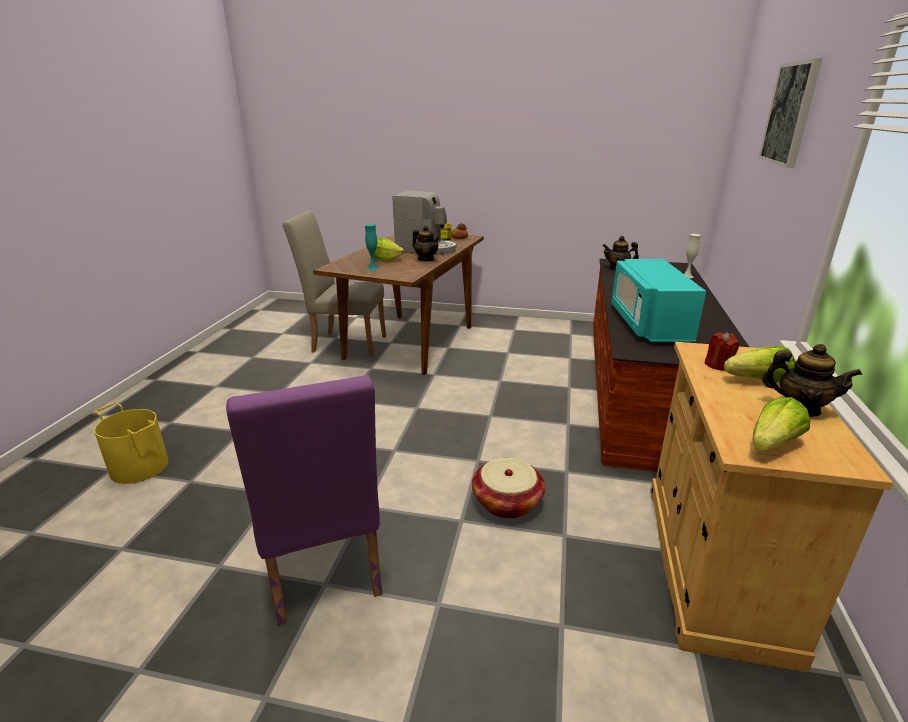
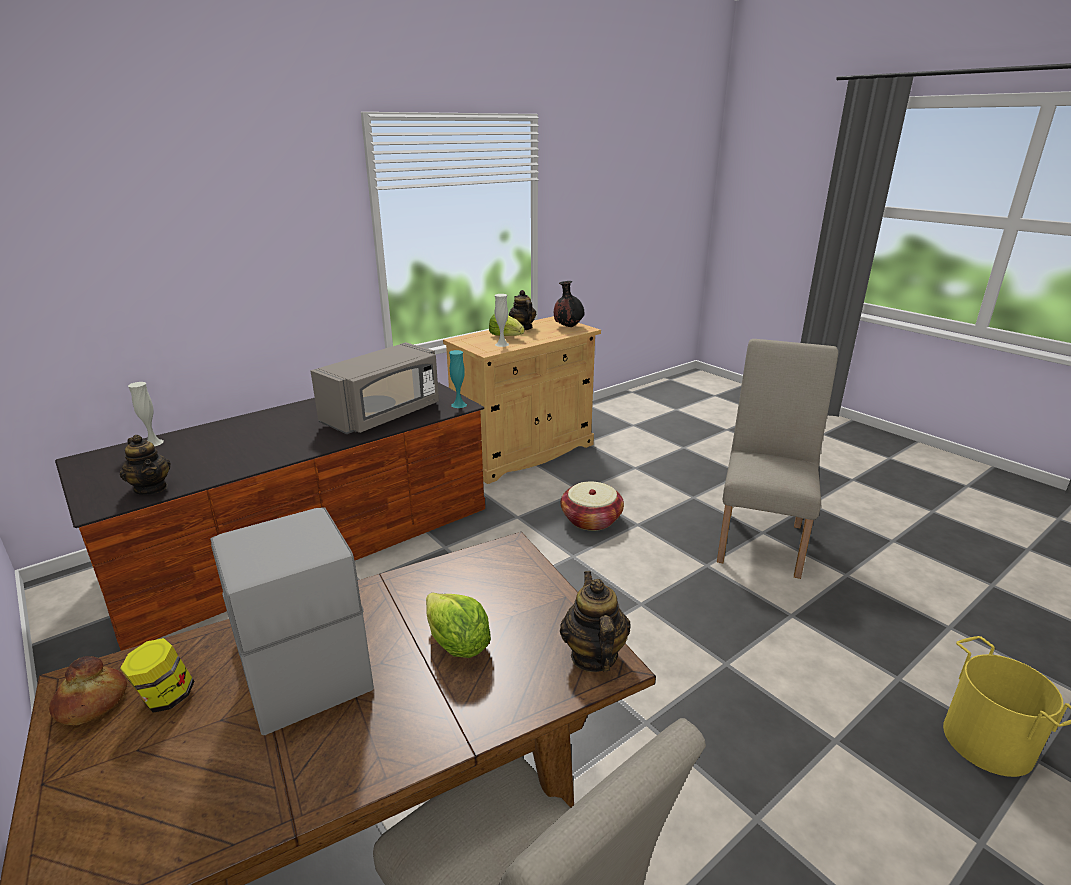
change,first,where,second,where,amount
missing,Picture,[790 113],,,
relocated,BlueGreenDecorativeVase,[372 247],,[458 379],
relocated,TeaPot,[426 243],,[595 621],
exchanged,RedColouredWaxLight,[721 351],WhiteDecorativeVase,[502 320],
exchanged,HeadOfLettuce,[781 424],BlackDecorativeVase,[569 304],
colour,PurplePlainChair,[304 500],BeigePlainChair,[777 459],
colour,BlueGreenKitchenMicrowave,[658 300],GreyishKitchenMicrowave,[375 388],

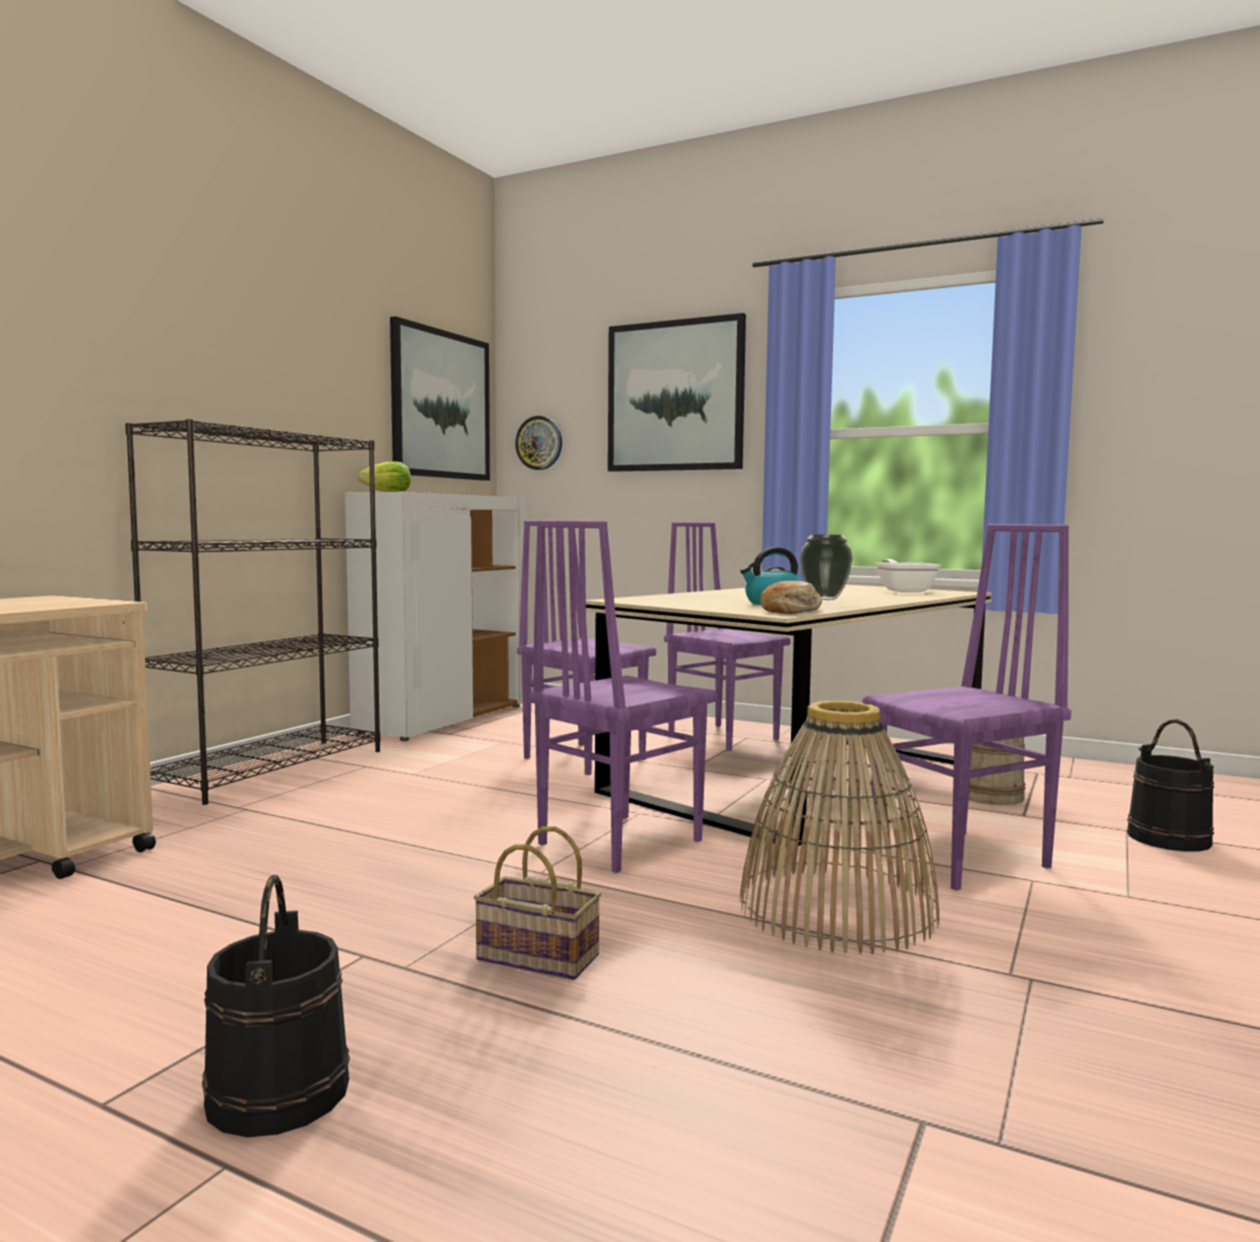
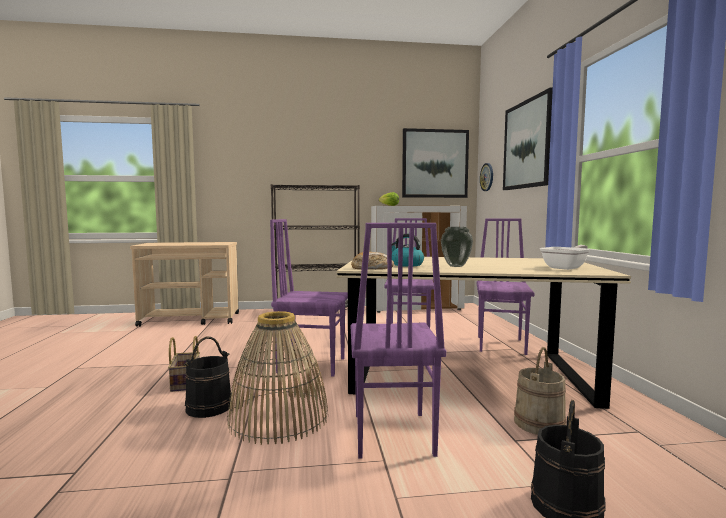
change,first,where,second,where,amount
relocated,BlackPail,[276 1006],,[207 377],
spun,PurplePlainChair,[966 707],,[398 341],60 degrees clockwise

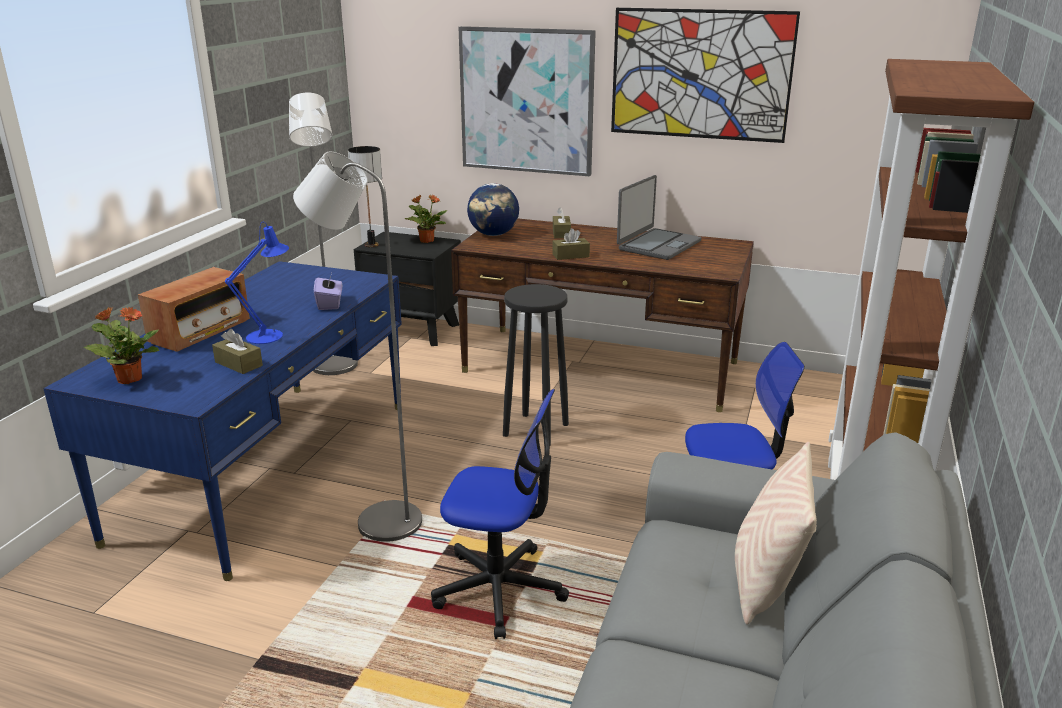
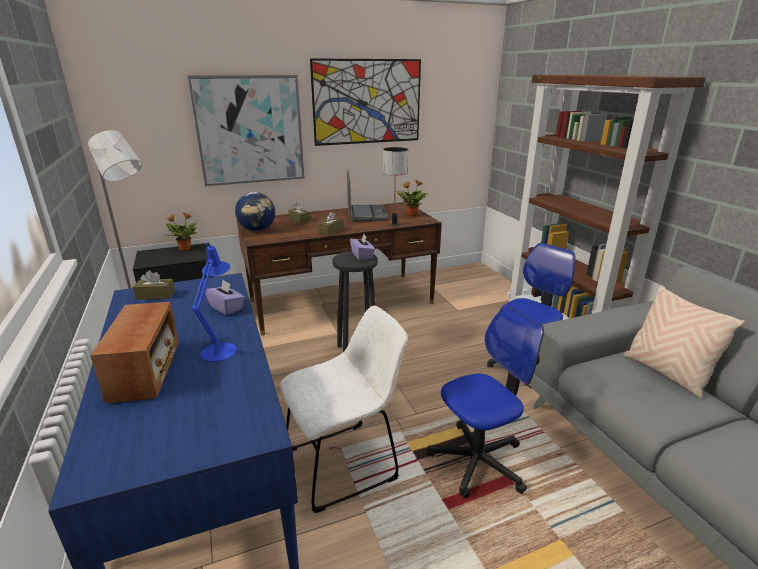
change,first,where,second,where,amount
appeared,,,PurpleTissueHolder,[362 247],
relocated,Houseplant,[121 345],,[413 198],
relocated,BrownColouredTissueHolder,[237 351],,[154 285],
relocated,LampForATable,[365 196],,[395 186],
exchanged,GreyishStandingLamp,[357 347],WhitePlainChair,[344 409],

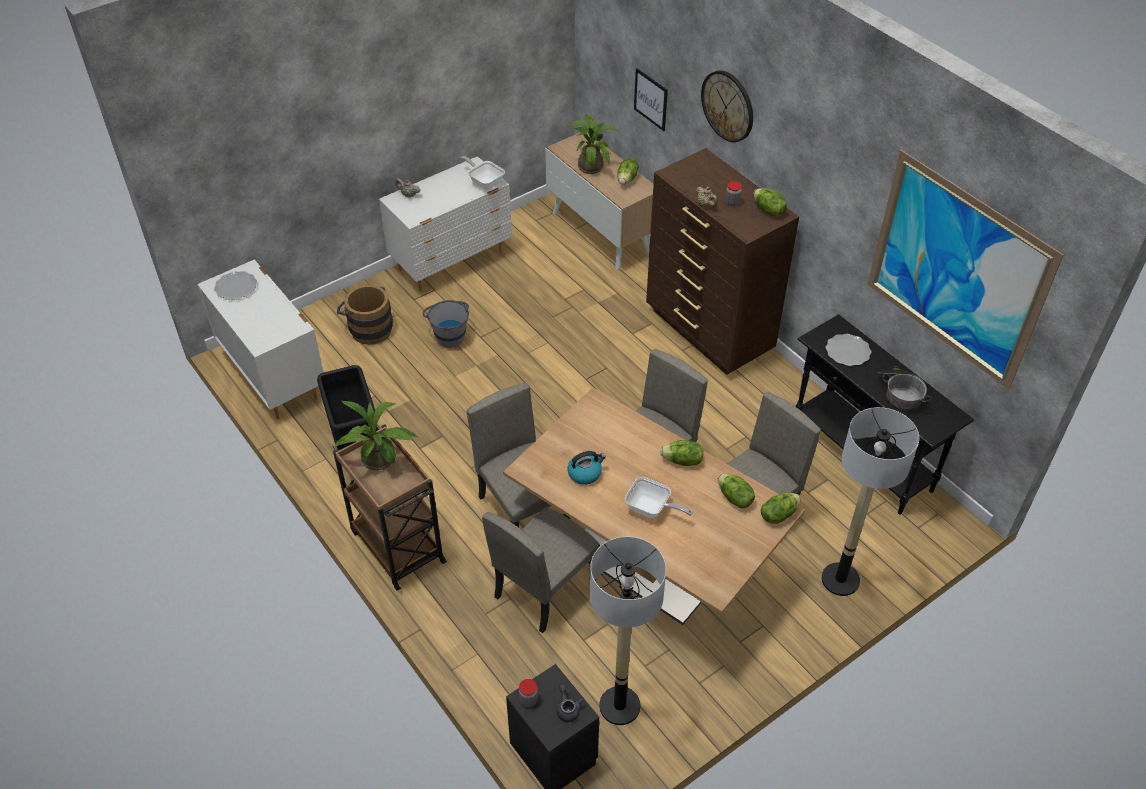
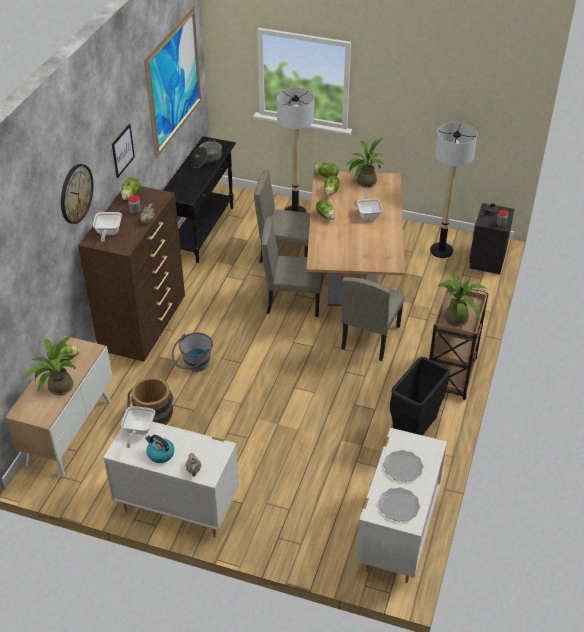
change,first,where,second,where,amount
missing,BeigePlainChair,[541 570],,,
appeared,,,Skillet,[107 227],
appeared,,,Houseplant,[365 162],
relocated,BrownColouredPail,[365 315],,[150 401],
relocated,GreyishPail,[445 324],,[192 352],
relocated,WaterKettle,[586 468],,[159 449],
relocated,Picture,[651 99],,[123 151],
relocated,Plate,[848 350],,[403 466],

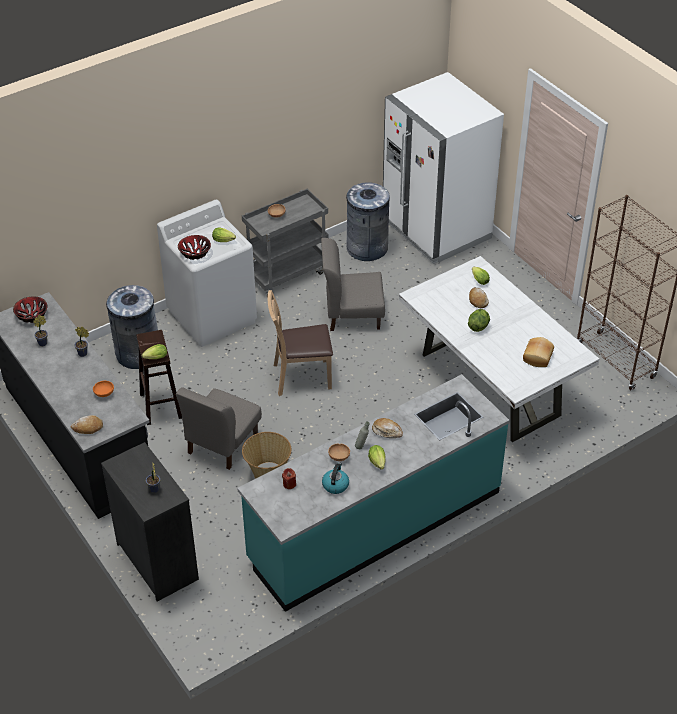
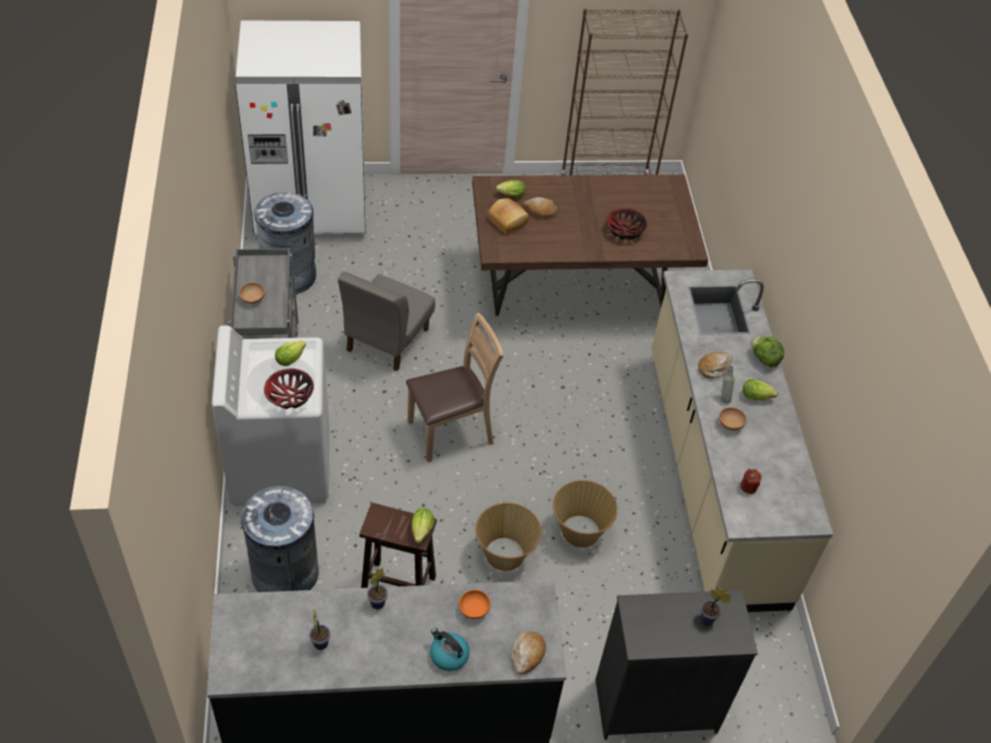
change,first,where,second,where,amount
relocated,Bowl,[30 309],,[626 224],
relocated,WaterKettle,[335 478],,[450 649],
relocated,HeadOfLettuce,[479 320],,[767 352],
relocated,Bread,[538 352],,[508 216],
exchanged,GreyishPlainChair,[219 428],HouseholdBasket,[508 537],
colour,BlueGreenCounter,[373 493],BeigeCounter,[742 441],
colour,WhiteDinnerTable,[499 349],BrownColouredDinnerTable,[590 245],
spun,BrownColouredPlainChair,[300 343],,[455 387],135 degrees counterclockwise

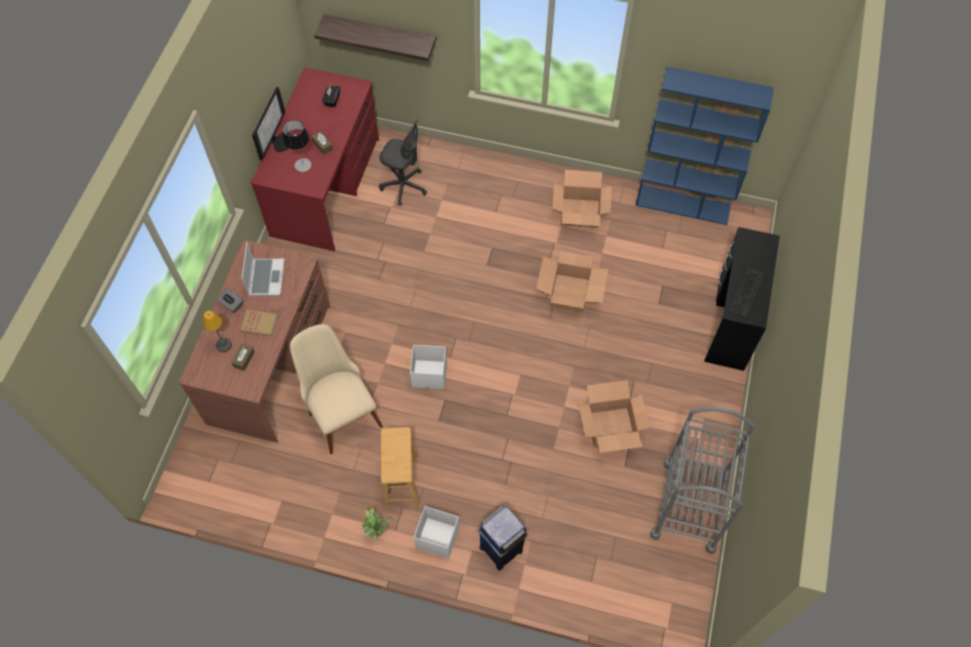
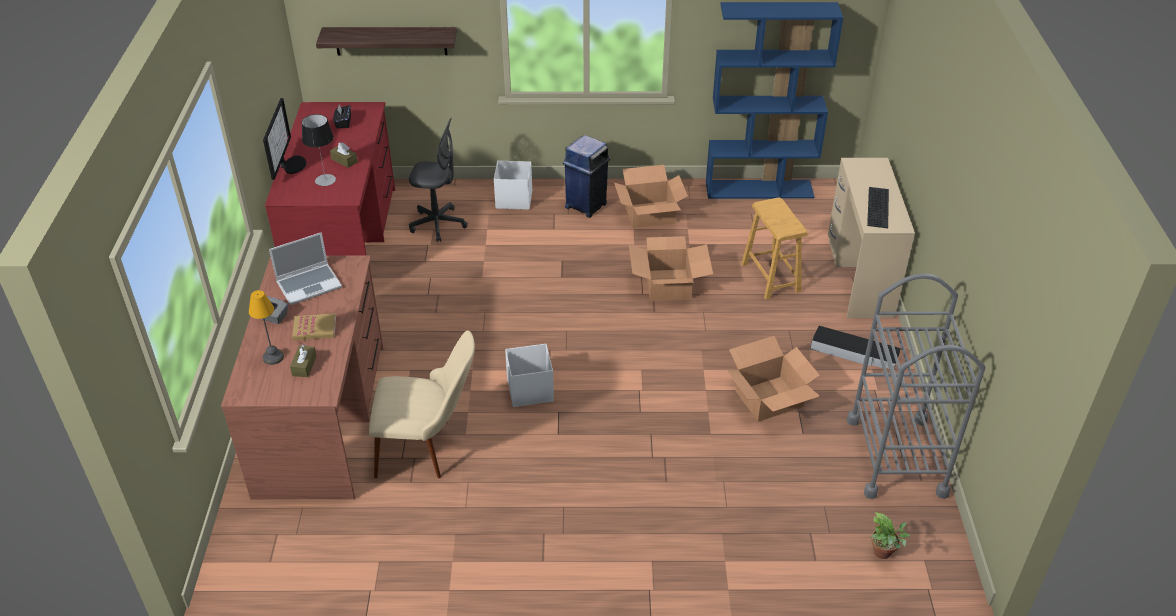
change,first,where,second,where,amount
appeared,,,BlackStorageContainer,[855 347],
relocated,Houseplant,[376 524],,[890 535],
relocated,BrownColouredStoolSeat,[400 467],,[774 248],
relocated,WhiteStorageContainer,[436 532],,[513 185],
relocated,BluishTrashCan,[502 538],,[586 176],
colour,BlackDeskUnit,[742 299],BeigeDeskUnit,[871 238],
spun,PortableComputer,[263 269],,[305 268],75 degrees clockwise
spun,BeigePlainChair,[336 389],,[422 404],135 degrees clockwise

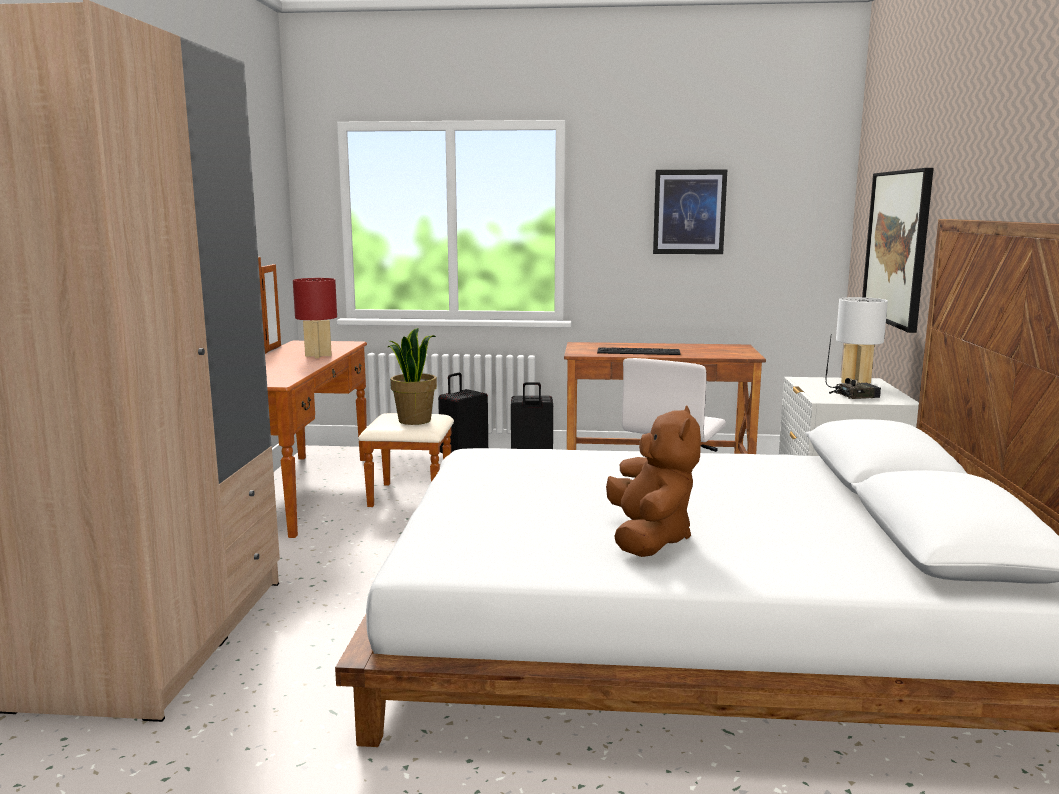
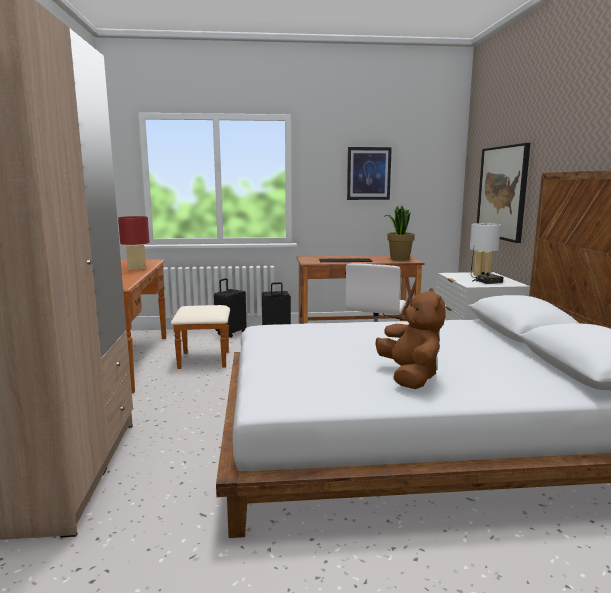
change,first,where,second,where,amount
relocated,Houseplant,[412 376],,[399 233],

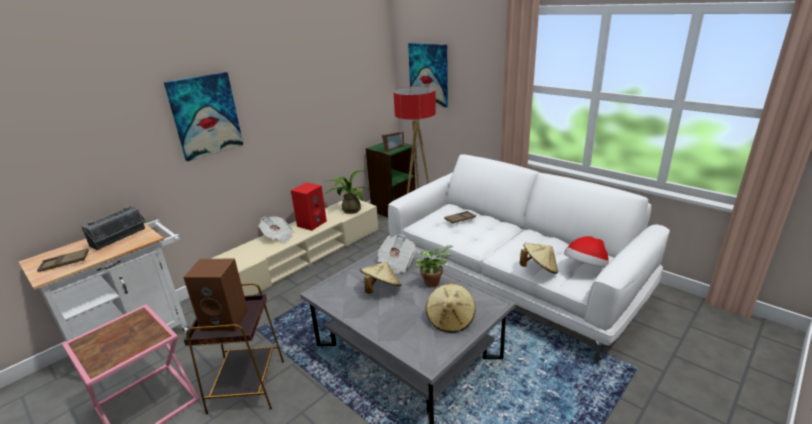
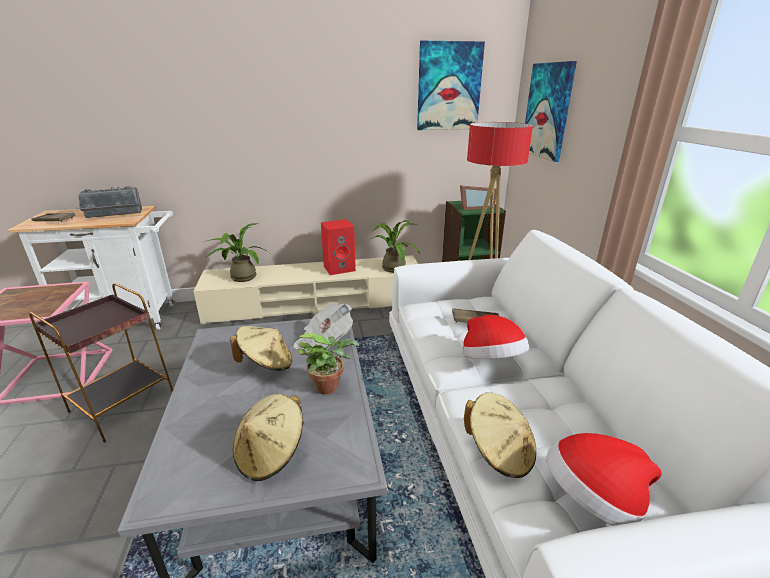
change,first,where,second,where,amount
missing,BrownColouredSpeaker,[215 295],,,
missing,Newspaper,[277 229],,,
appeared,,,Houseplant,[238 252],
appeared,,,WearableHat,[496 337],
relocated,Picture,[203 116],,[451 85],

